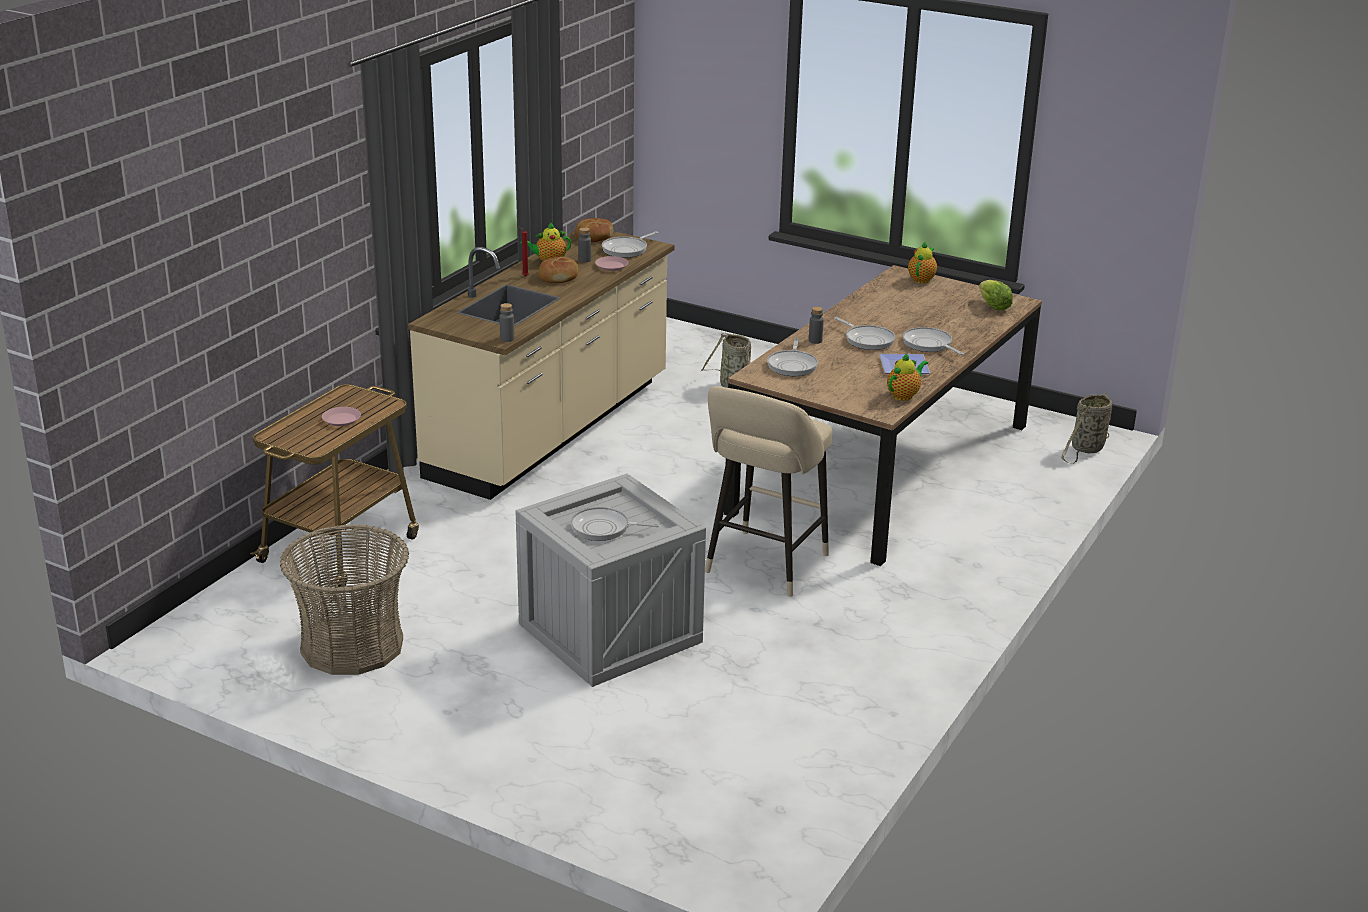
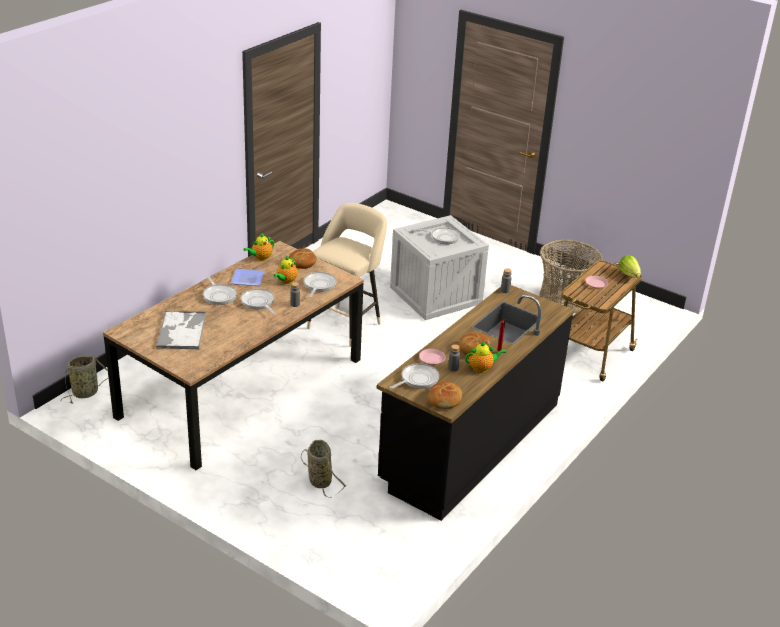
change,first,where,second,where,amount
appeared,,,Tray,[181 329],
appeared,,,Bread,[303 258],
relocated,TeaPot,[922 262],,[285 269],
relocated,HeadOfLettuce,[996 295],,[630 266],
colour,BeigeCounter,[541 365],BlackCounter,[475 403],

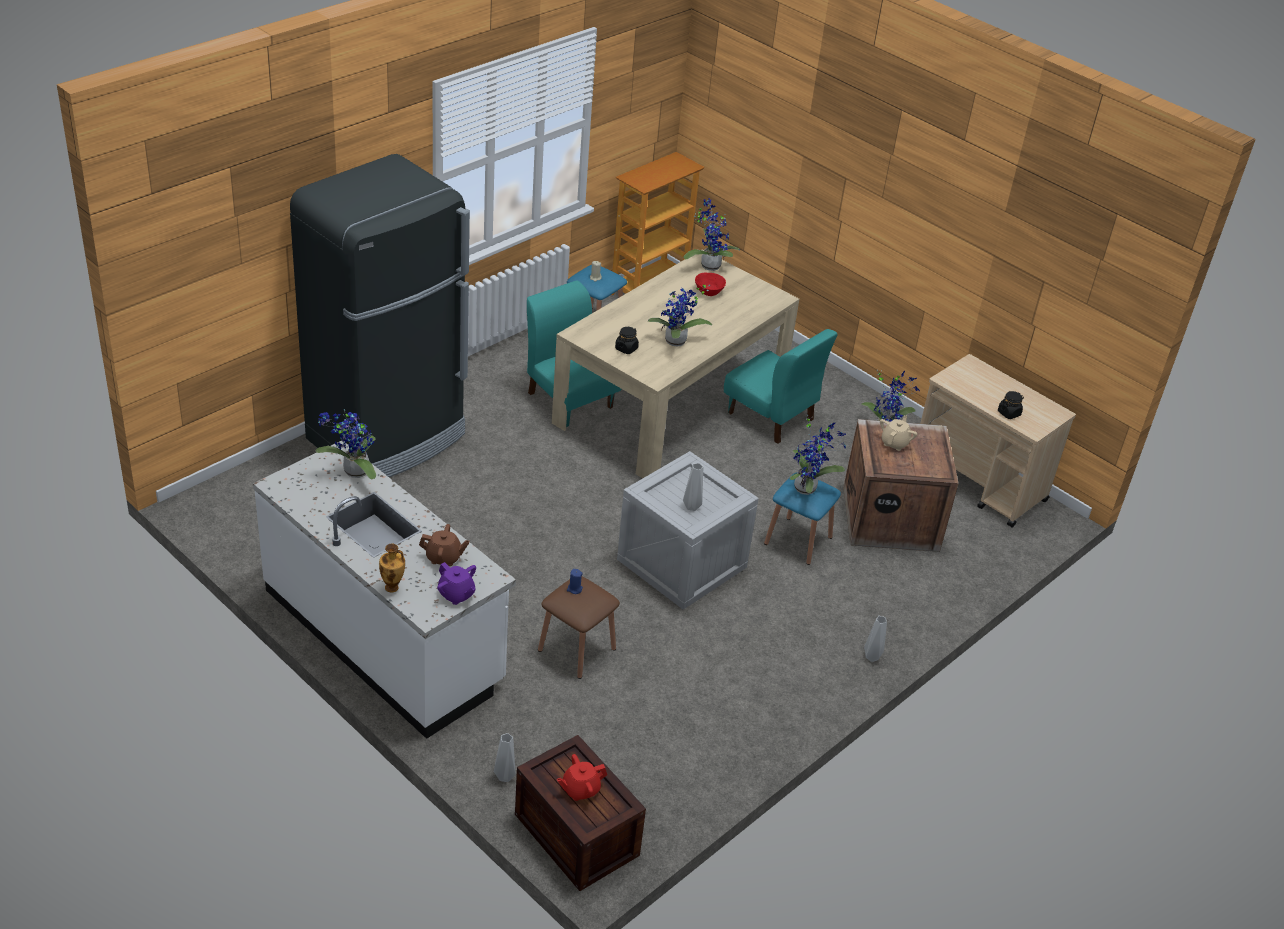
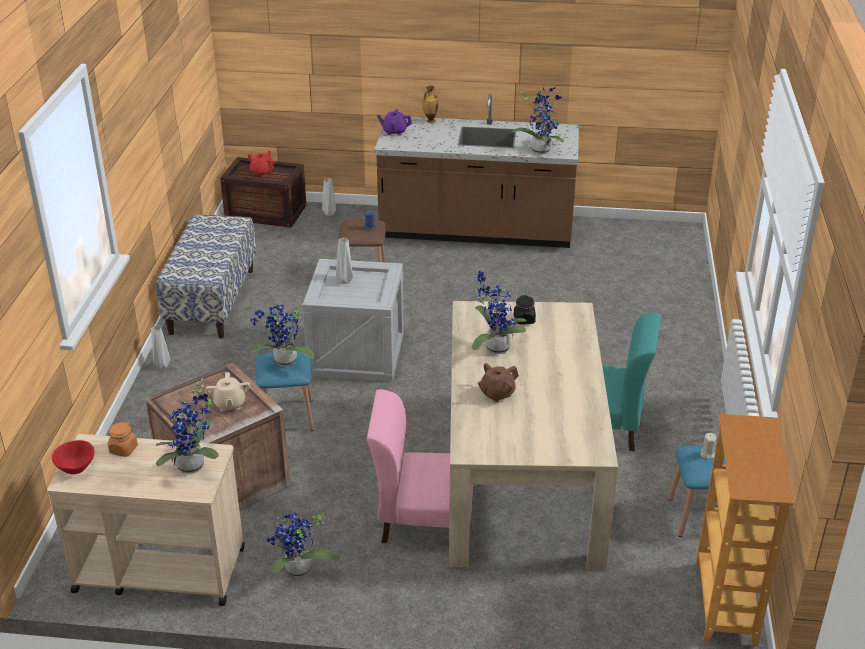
change,first,where,second,where,amount
missing,BlackFridge,[380 315],,,
appeared,,,LongSeat,[206 276],
relocated,BrownColouredTeaPot,[444 545],,[498 382],
relocated,Houseplant,[711 234],,[187 426],
relocated,RedColouredBowl,[710 284],,[73 457],
colour,WhiteCounter,[384 589],BrownColouredCounter,[477 171],
colour,BlueGreenPlainChair,[780 386],PinkishPlainChair,[420 466],
colour,BlackStorageJar,[1011 405],OrangeStorageJar,[123 439],

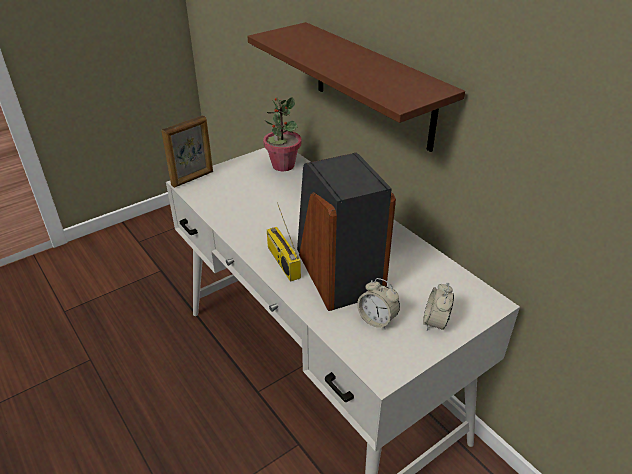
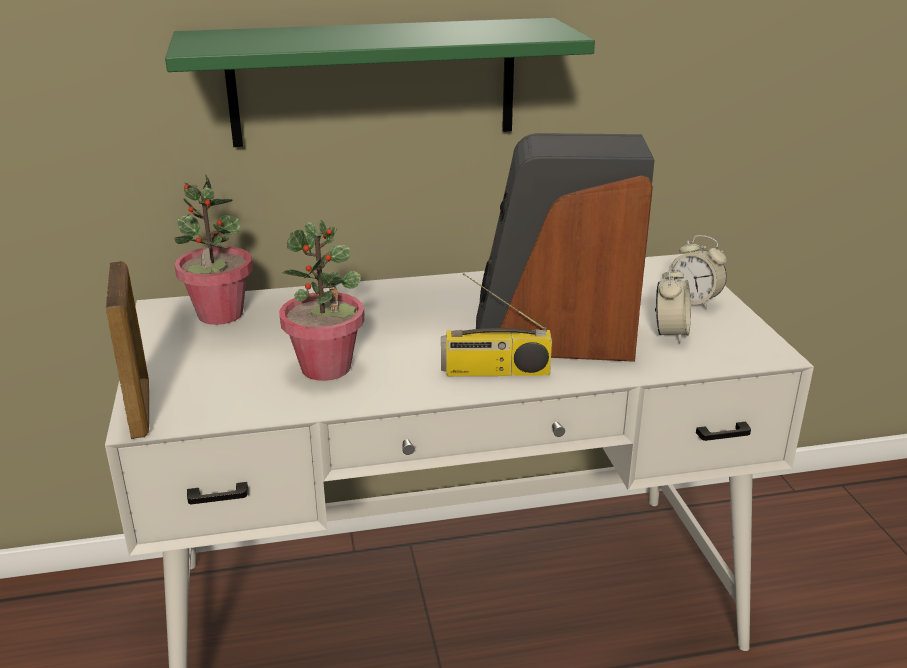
change,first,where,second,where,amount
appeared,,,Houseplant,[322 300],
colour,BrownColouredWallShelf,[356 87],GreenWallShelf,[380 82],
spun,TableClock,[378 304],,[673 303],45 degrees counterclockwise

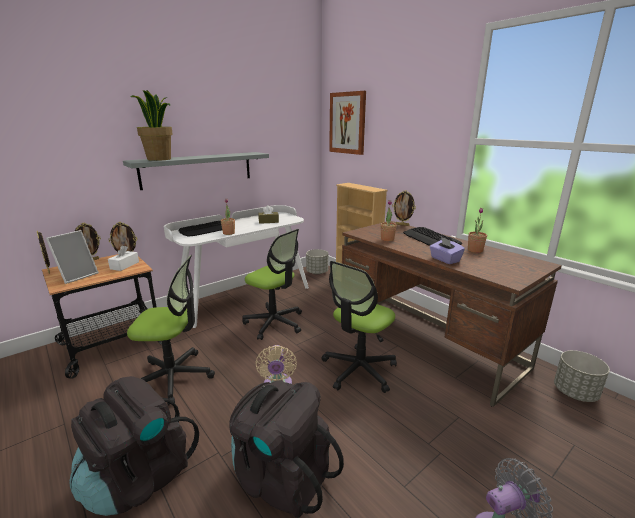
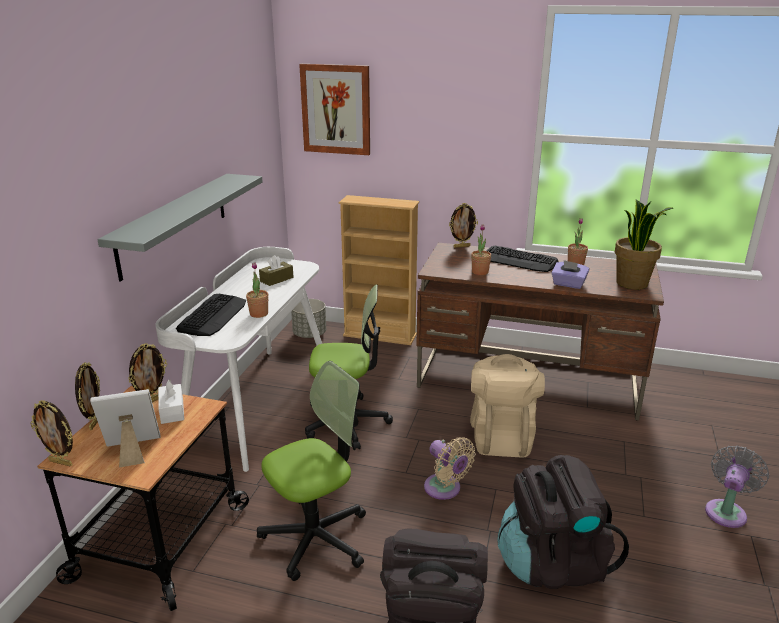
change,first,where,second,where,amount
missing,GreyishPlanter,[582 376],,,
relocated,Houseplant,[152 125],,[644 244],
exchanged,OfficeChair,[359 327],BeigeKnapsack,[507 406],
spun,PictureFrame,[72 257],,[125 428],105 degrees counterclockwise

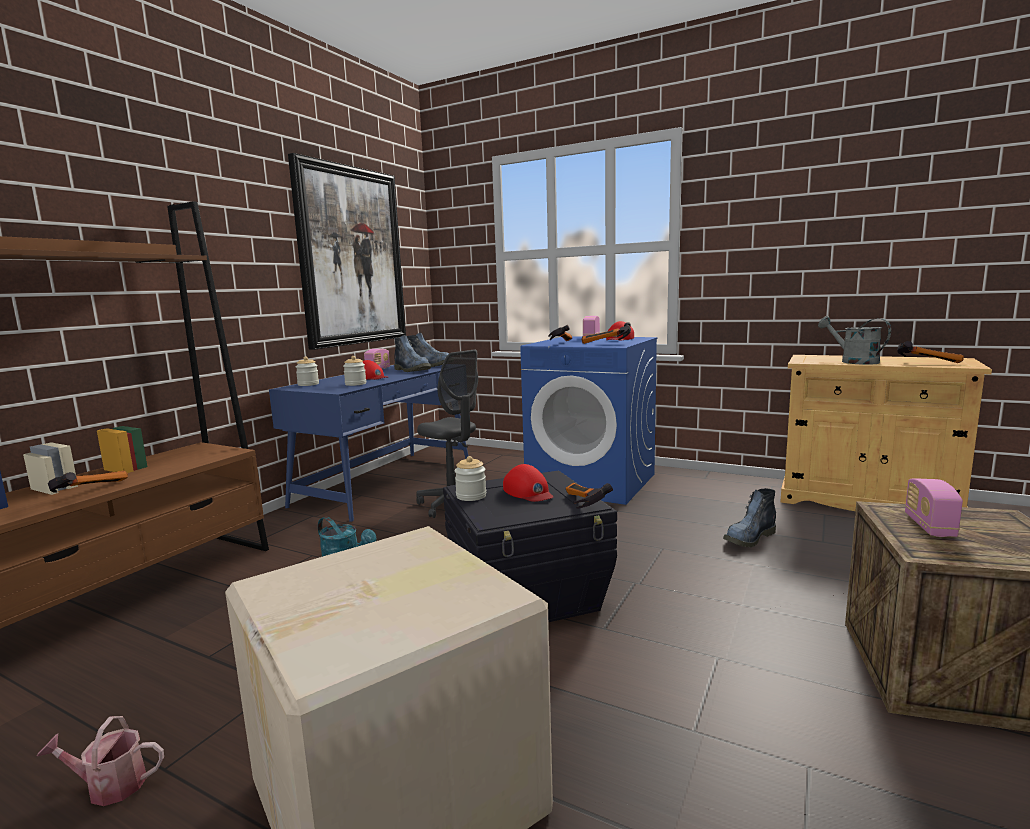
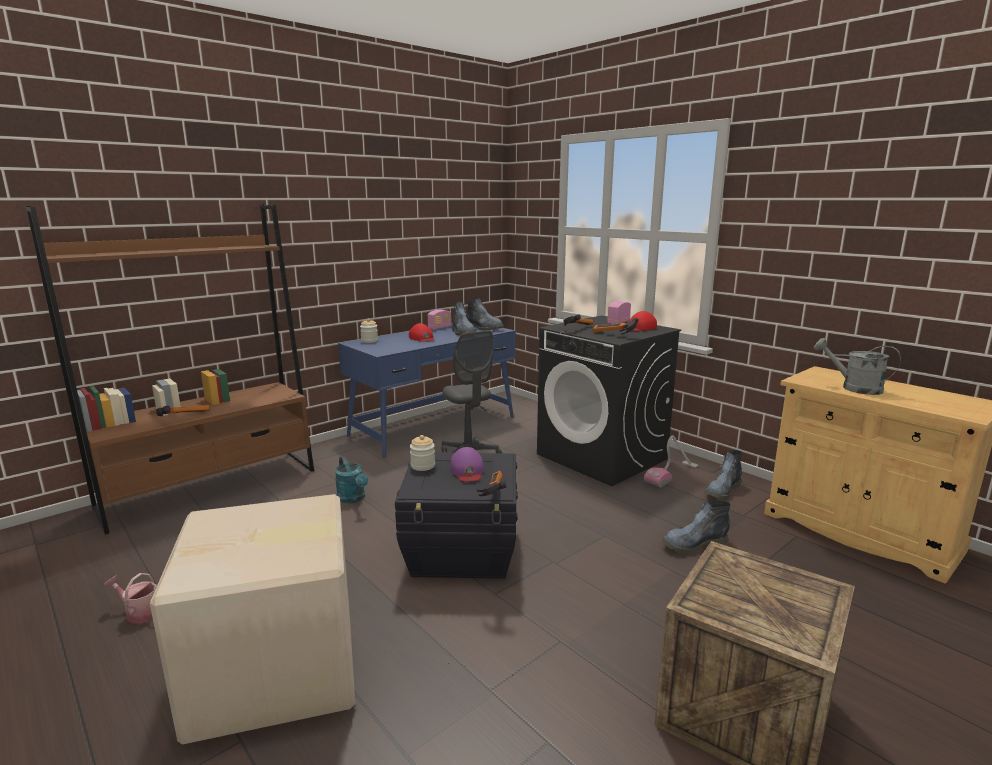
change,first,where,second,where,amount
missing,Picture,[347 251],,,
missing,StorageJar,[354 371],,,
missing,HandHammer,[930 352],,,
missing,RadioReceiver,[934 507],,,
appeared,,,VacuumCleaner,[671 462],
appeared,,,Boot,[723 474],
colour,RedColouredBaseballCap,[528 483],PurpleBaseballCap,[467 464],
colour,BluishLaundryMachine,[589 421],BlackLaundryMachine,[609 400],
spun,GreyishWateringCan,[854 340],,[857 366],45 degrees counterclockwise

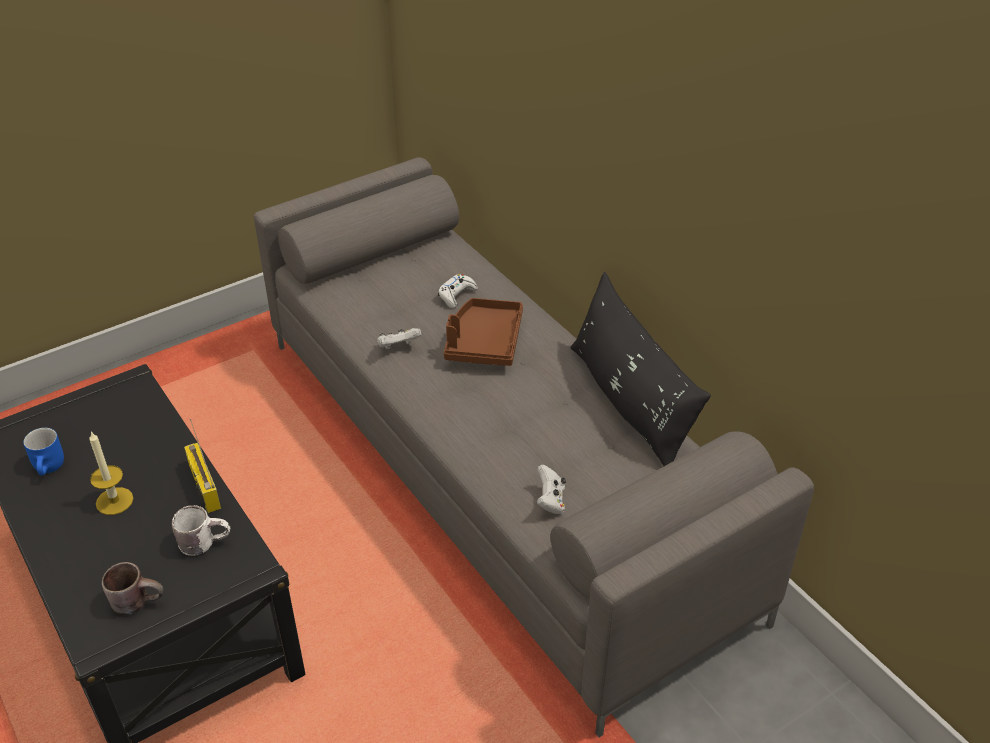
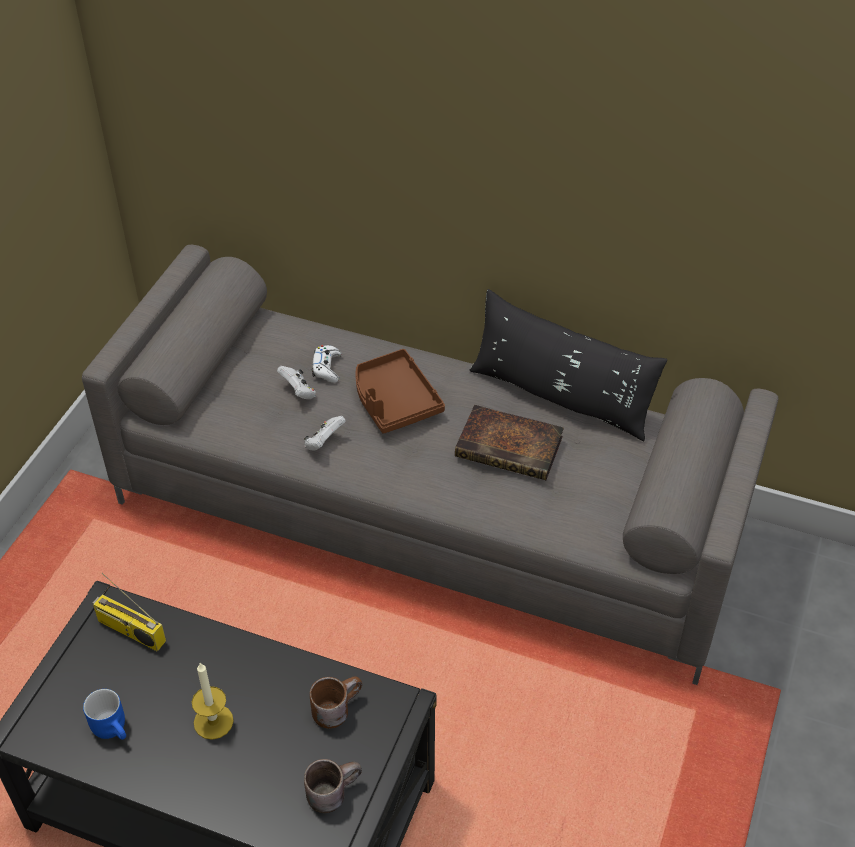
change,first,where,second,where,amount
appeared,,,Volume,[509 442],
relocated,RadioReceiver,[202 466],,[129 612],
relocated,WhiteGamepad,[551 489],,[296 382],
colour,WhiteTeaMug,[201 530],BrownColouredTeaMug,[336 703],

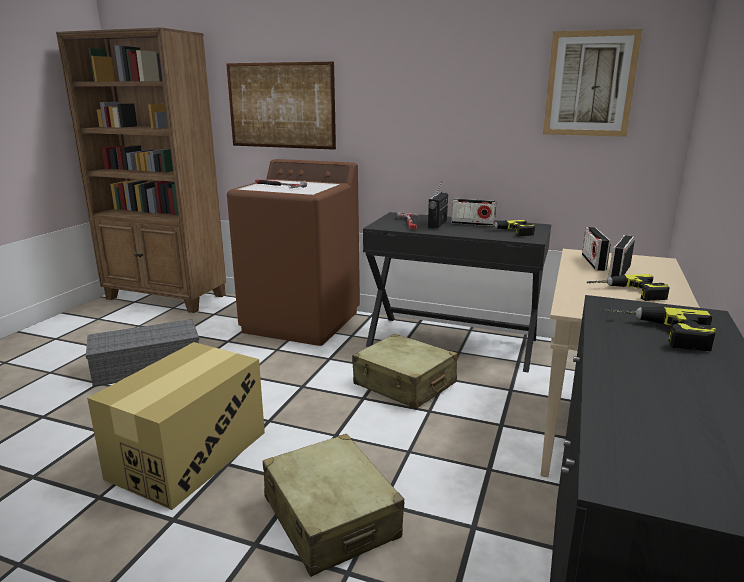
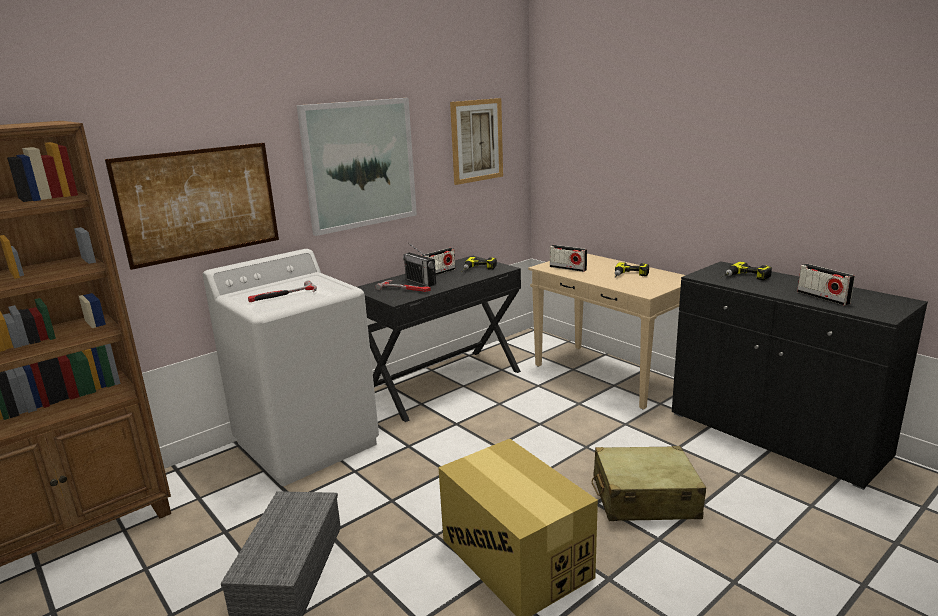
change,first,where,second,where,amount
missing,BeigeTravelCase,[404 371],,,
appeared,,,Picture,[357 167],
relocated,RadioReceiver,[621 256],,[826 285],
colour,BrownColouredLaundryMachine,[293 252],WhiteLaundryMachine,[291 367],

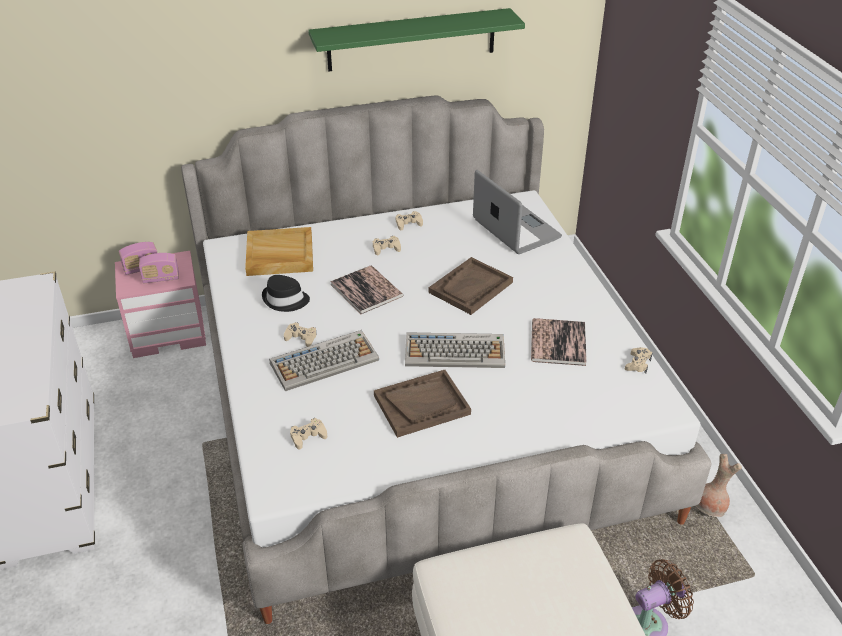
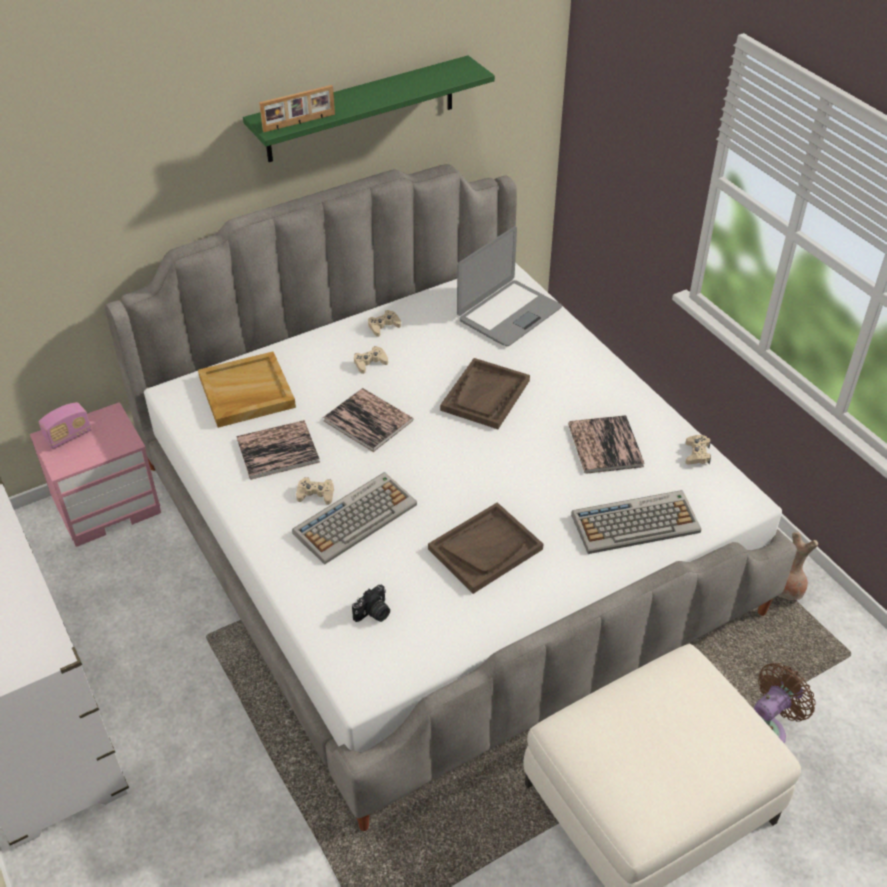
change,first,where,second,where,amount
missing,RadioReceiver,[159 268],,,
appeared,,,PictureFrame,[297 108],
relocated,PcKeyboard,[455 350],,[636 522],
exchanged,BlackWearableHat,[286 293],Volume,[278 450],
exchanged,BeigeGamepad,[308 433],PhotoCamera,[371 603],
spun,PortableComputer,[517 212],,[509 286],90 degrees clockwise

